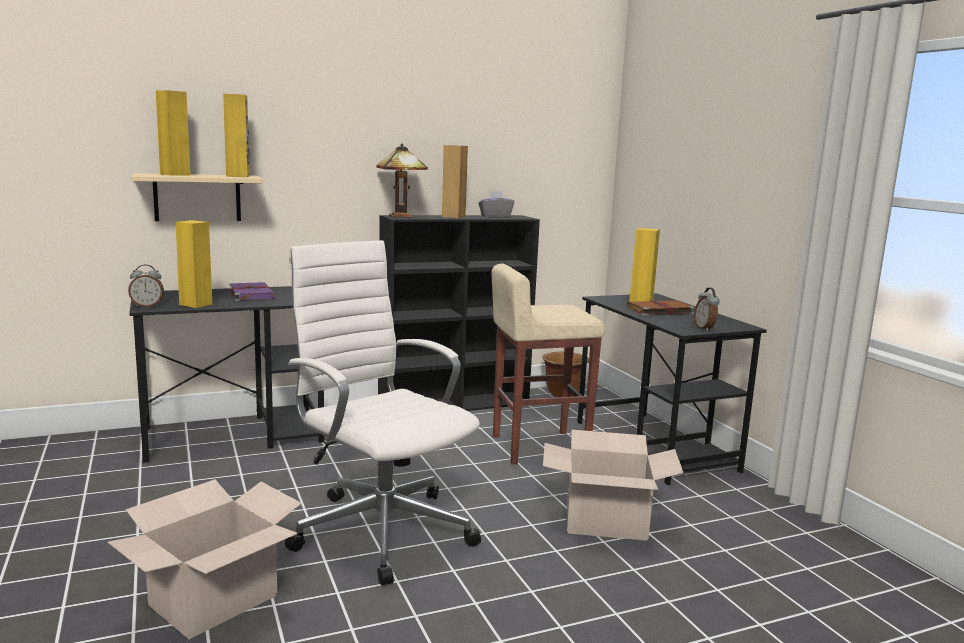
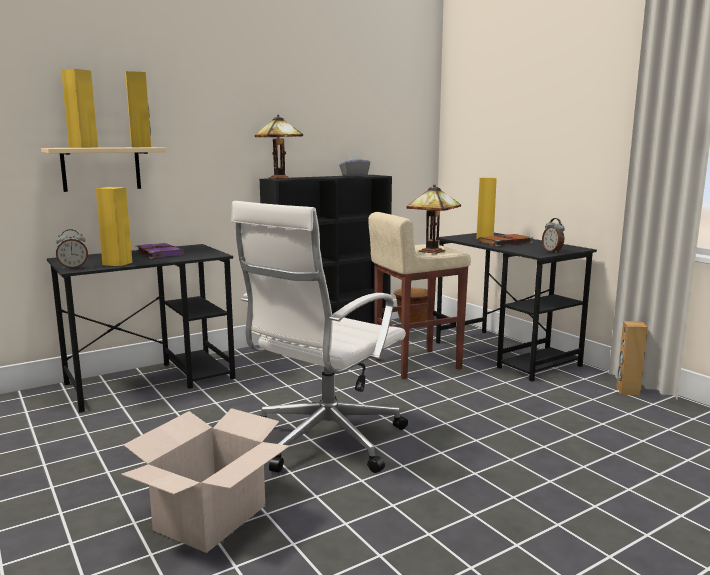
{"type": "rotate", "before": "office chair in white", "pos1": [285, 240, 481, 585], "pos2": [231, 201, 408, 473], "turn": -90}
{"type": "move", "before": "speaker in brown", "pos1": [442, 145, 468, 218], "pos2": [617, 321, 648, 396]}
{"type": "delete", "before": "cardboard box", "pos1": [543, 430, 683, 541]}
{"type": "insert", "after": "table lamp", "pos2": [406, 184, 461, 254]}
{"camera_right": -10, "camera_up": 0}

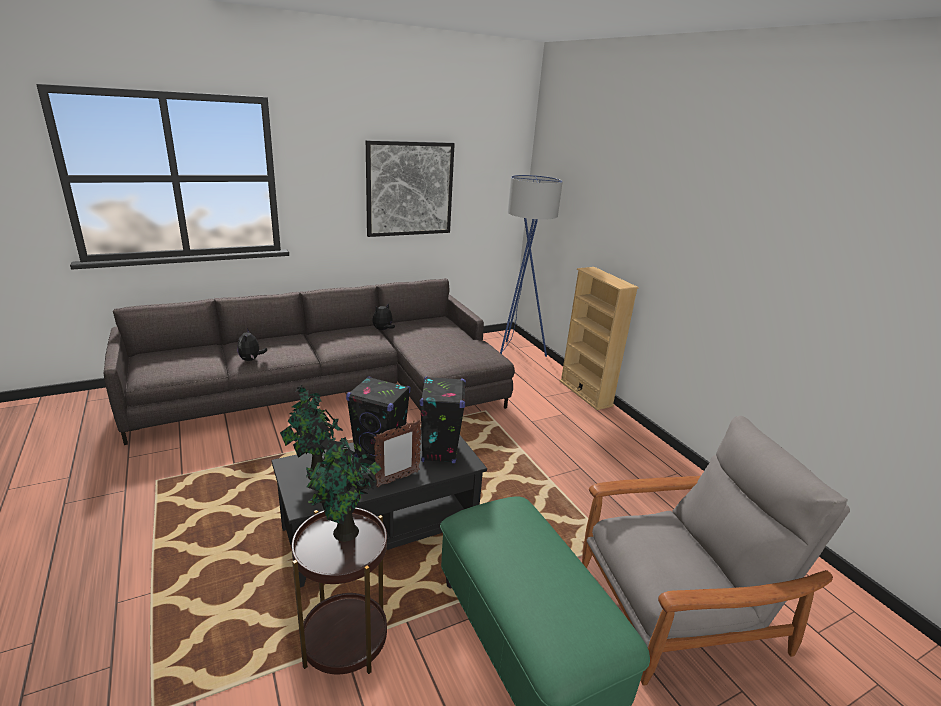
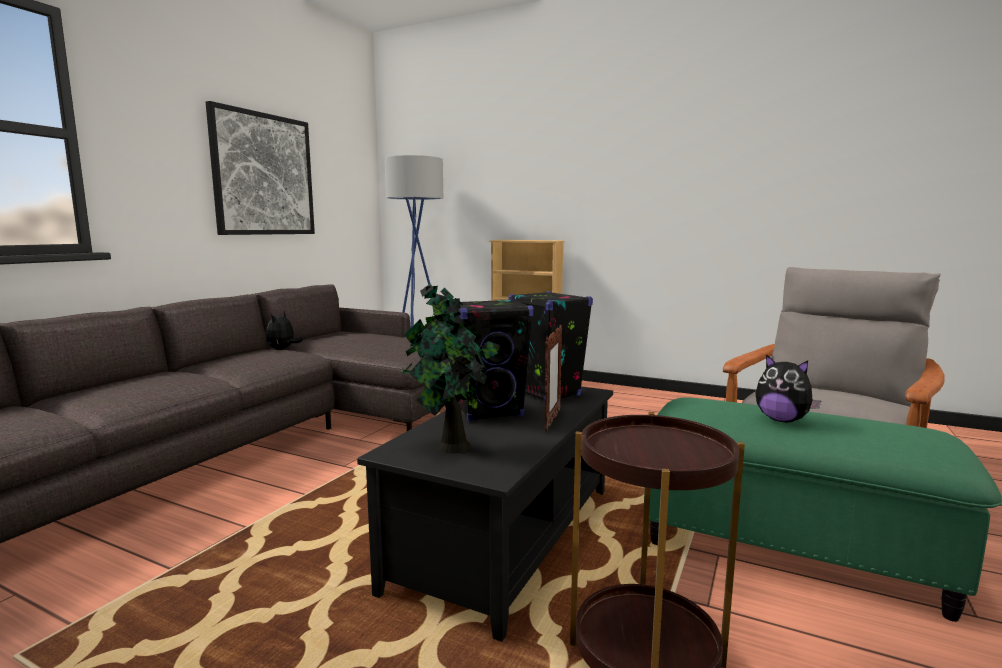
{"type": "move", "before": "plush toy", "pos1": [237, 328, 267, 361], "pos2": [755, 354, 821, 422]}
{"type": "delete", "before": "potted plant", "pos1": [305, 437, 382, 541]}
{"camera_right": -35, "camera_up": -15}

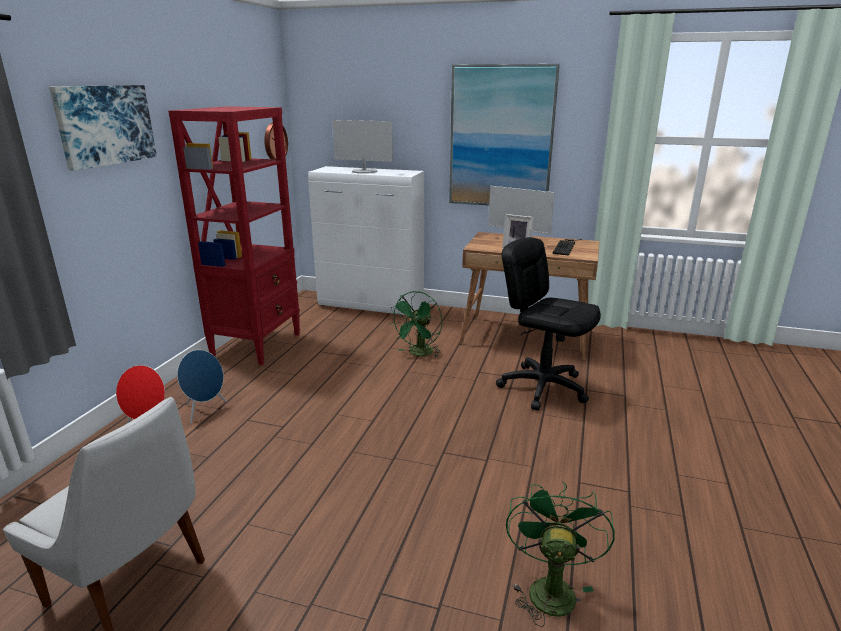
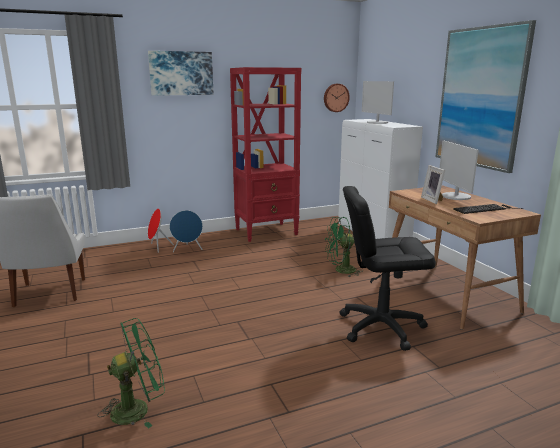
{"type": "rotate", "before": "office chair in black", "pos1": [496, 237, 601, 410], "pos2": [339, 186, 436, 351], "turn": -90}
{"camera_right": 50, "camera_up": -5}

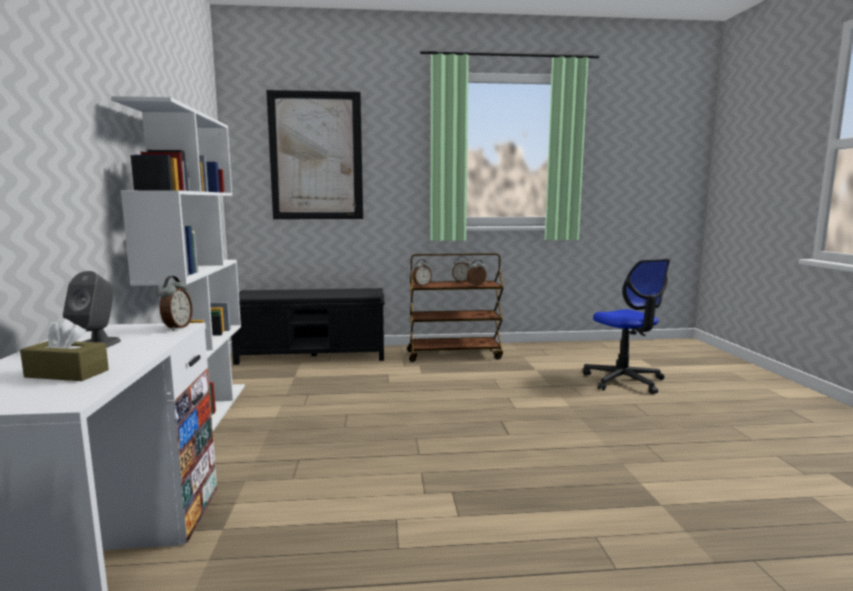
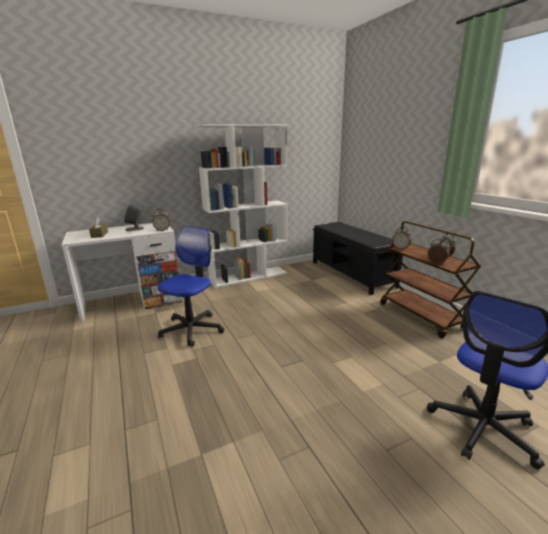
{"type": "delete", "before": "picture", "pos1": [266, 90, 363, 219]}
{"type": "insert", "after": "office chair", "pos2": [158, 226, 225, 347]}
{"camera_right": 70, "camera_up": 10}

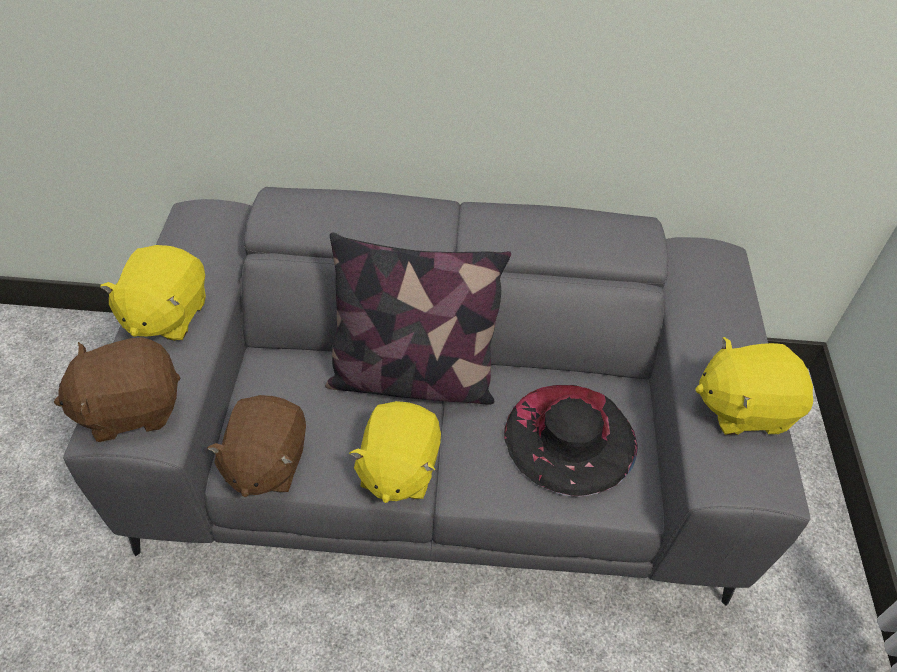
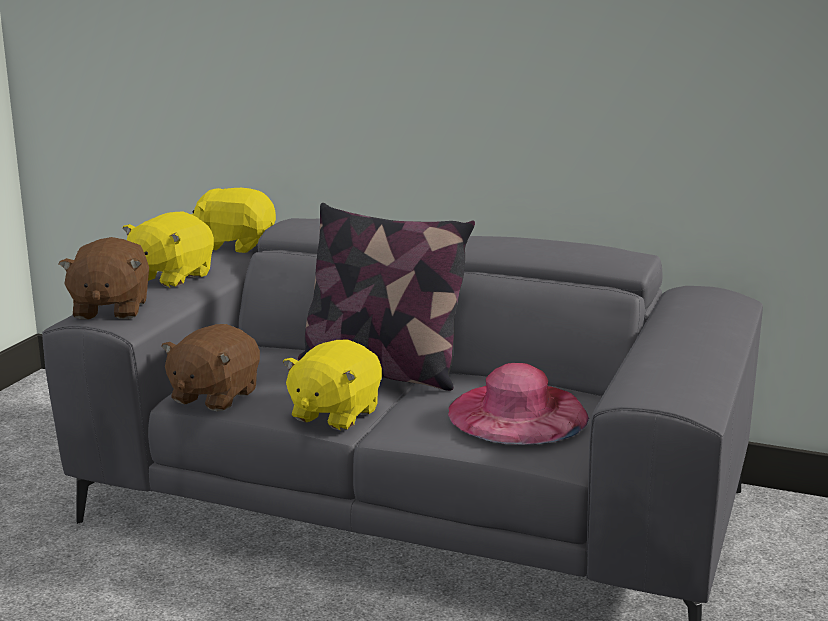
{"type": "rotate", "before": "plush toy in brown", "pos1": [54, 337, 180, 442], "pos2": [58, 237, 149, 320], "turn": -90}
{"type": "recolor", "before": "hat in black", "after": "hat in pink", "pos1": [504, 385, 638, 497], "pos2": [448, 363, 589, 444]}
{"type": "move", "before": "plush toy in yellow", "pos1": [695, 337, 813, 435], "pos2": [192, 188, 276, 253]}
{"camera_right": 20, "camera_up": -30}

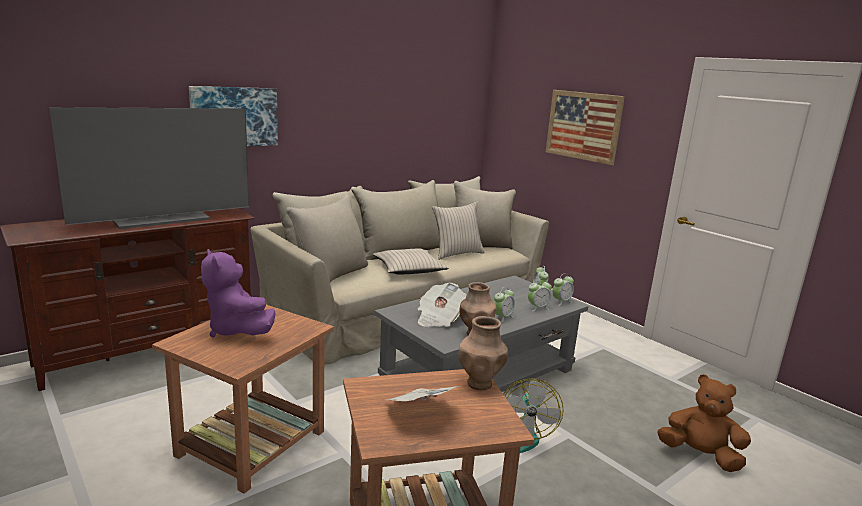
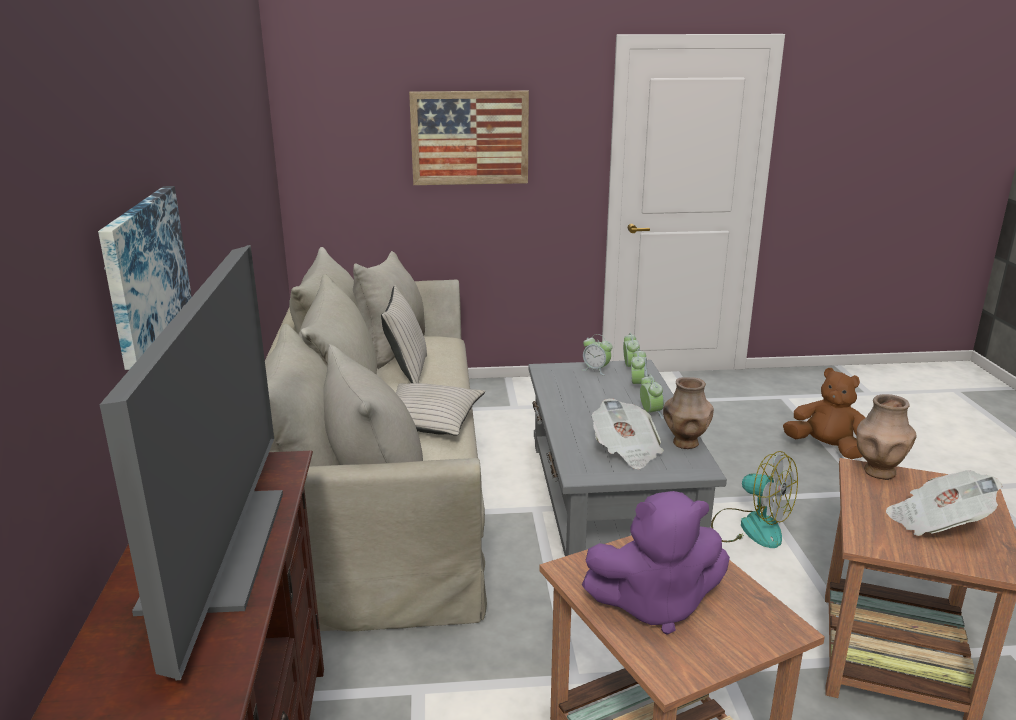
{"type": "rotate", "before": "plush toy in brown", "pos1": [657, 375, 751, 472], "pos2": [783, 368, 866, 459], "turn": 60}
{"camera_right": -55, "camera_up": 5}

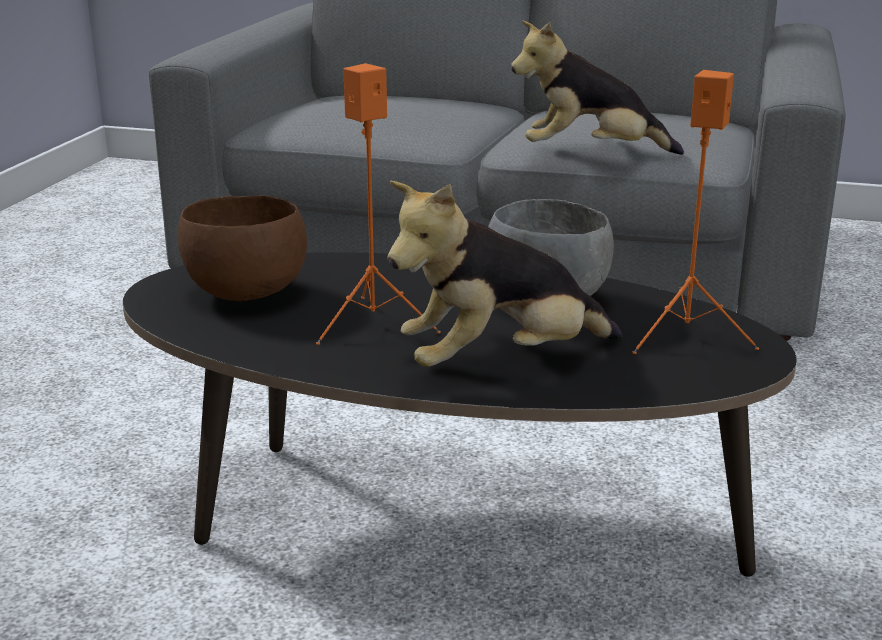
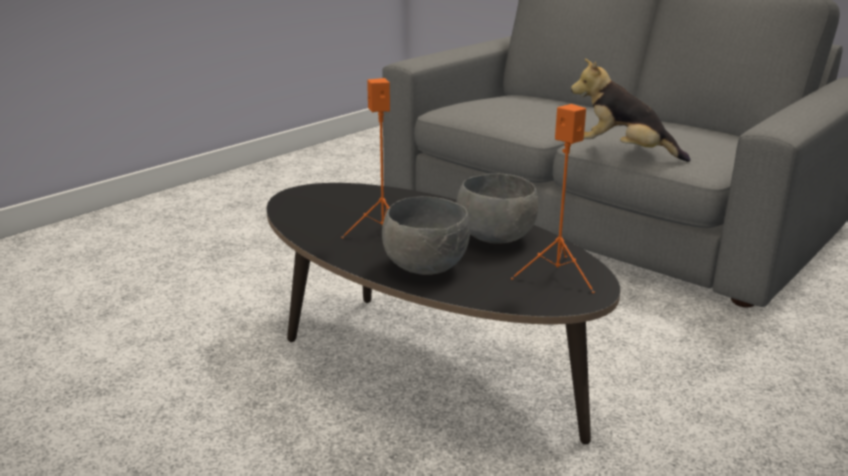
{"type": "delete", "before": "bowl in brown", "pos1": [178, 195, 307, 301]}
{"type": "replace", "before": "plush toy", "after": "bowl in grey", "pos1": [387, 181, 622, 367], "pos2": [382, 196, 471, 275]}
{"camera_right": 25, "camera_up": 0}

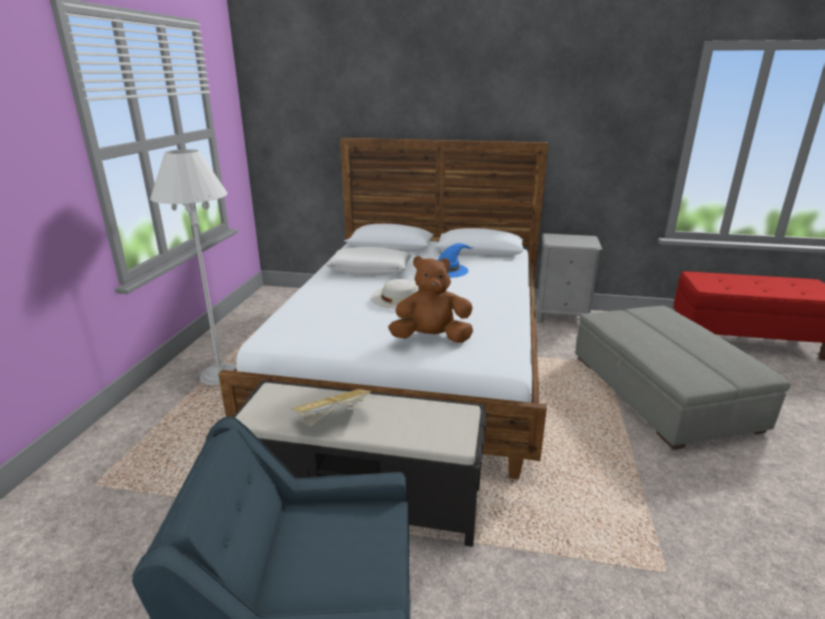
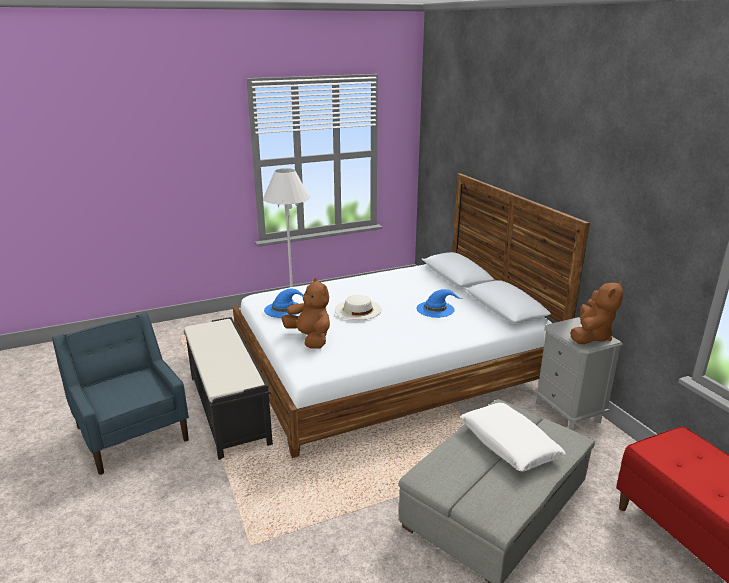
{"type": "delete", "before": "book", "pos1": [291, 389, 372, 426]}
{"type": "move", "before": "pillow in white", "pos1": [326, 247, 411, 275], "pos2": [460, 403, 566, 472]}
{"type": "insert", "after": "hat in blue", "pos2": [264, 289, 304, 318]}
{"type": "insert", "after": "plush toy in brown", "pos2": [570, 281, 623, 344]}
{"camera_right": 55, "camera_up": 0}

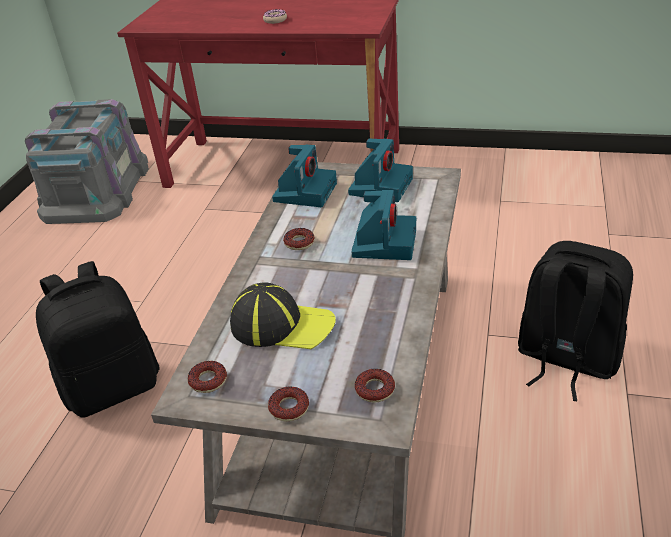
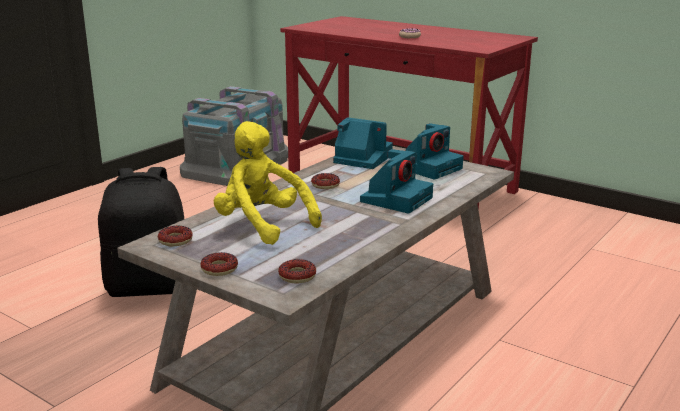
{"type": "replace", "before": "cap", "after": "plush toy in yellow", "pos1": [230, 282, 336, 349], "pos2": [214, 121, 322, 245]}
{"type": "rotate", "before": "photo camera", "pos1": [272, 145, 337, 207], "pos2": [333, 118, 393, 169], "turn": -105}
{"type": "delete", "before": "backpack in black", "pos1": [518, 241, 633, 401]}
{"camera_right": 20, "camera_up": -15}

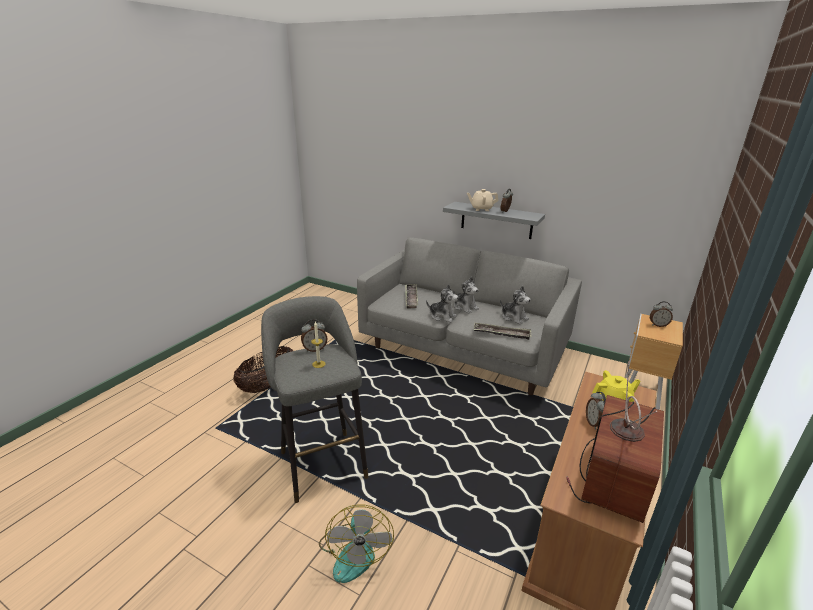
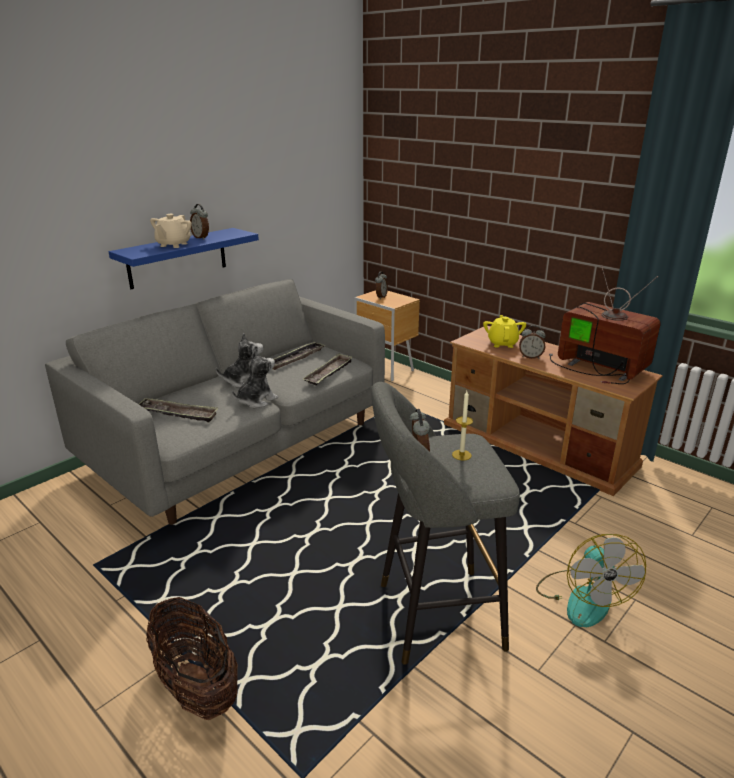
{"type": "rotate", "before": "fan", "pos1": [319, 505, 394, 583], "pos2": [536, 534, 646, 627], "turn": 75}
{"type": "recolor", "before": "shelf in grey", "after": "shelf in blue", "pos1": [443, 202, 545, 239], "pos2": [108, 228, 259, 289]}
{"type": "replace", "before": "plush toy", "after": "tray", "pos1": [500, 286, 531, 324], "pos2": [272, 342, 325, 370]}
{"camera_right": -75, "camera_up": 0}

